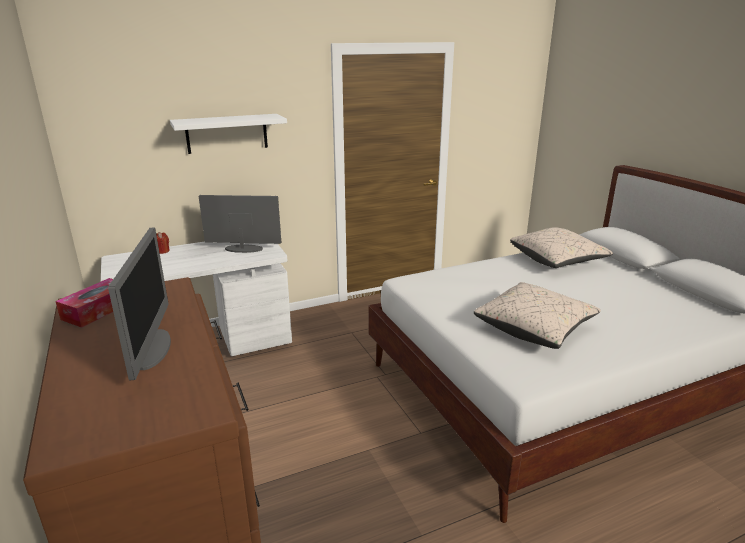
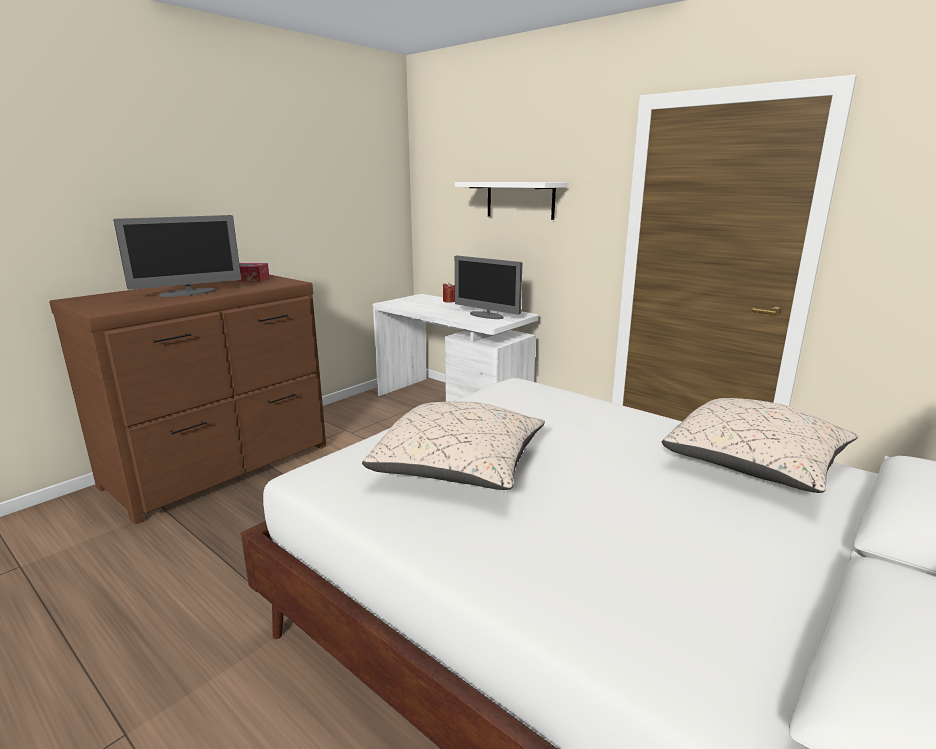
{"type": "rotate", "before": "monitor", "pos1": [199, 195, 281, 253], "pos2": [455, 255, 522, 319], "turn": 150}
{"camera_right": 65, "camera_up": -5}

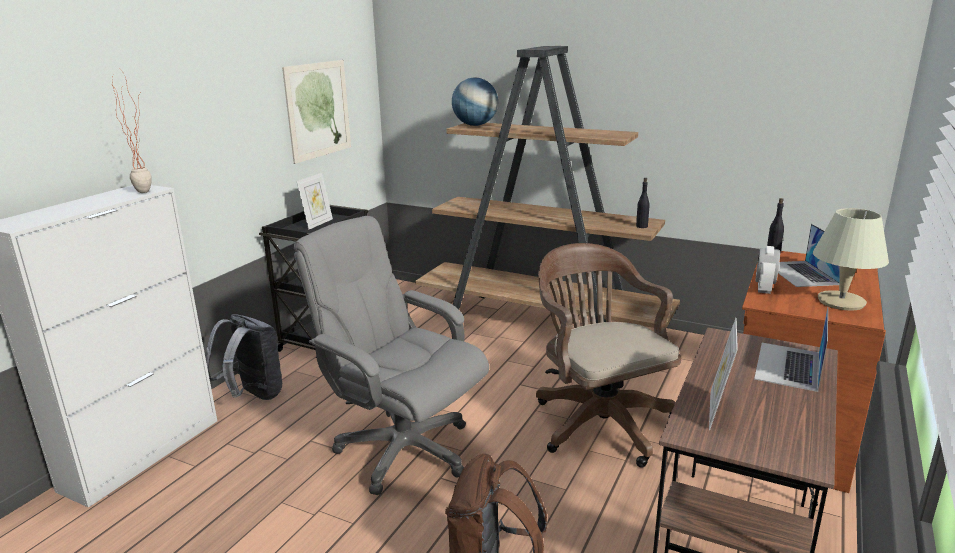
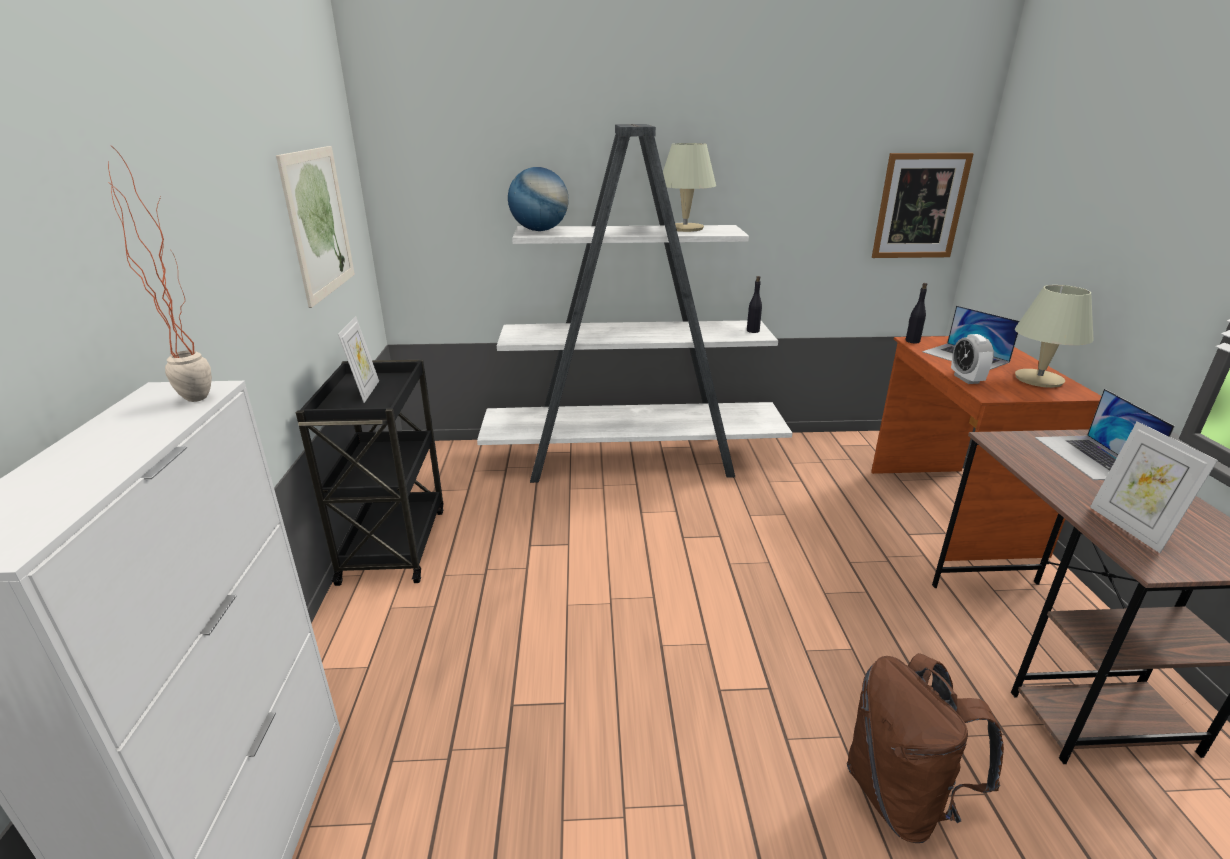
{"type": "delete", "before": "backpack in grey", "pos1": [205, 314, 282, 400]}
{"type": "delete", "before": "office chair in grey", "pos1": [294, 216, 489, 495]}
{"type": "recolor", "before": "bookcase in brown", "after": "bookcase in white", "pos1": [415, 46, 680, 328], "pos2": [477, 124, 793, 483]}
{"type": "delete", "before": "office chair in brown", "pos1": [536, 243, 681, 468]}
{"type": "insert", "after": "table lamp in beige", "pos2": [663, 143, 716, 232]}
{"type": "insert", "after": "picture", "pos2": [872, 153, 974, 258]}
{"camera_right": -30, "camera_up": 5}

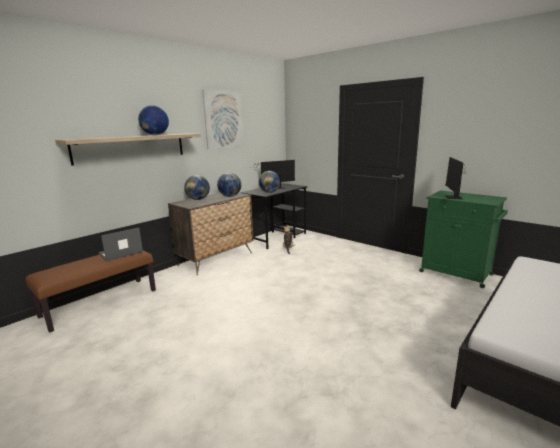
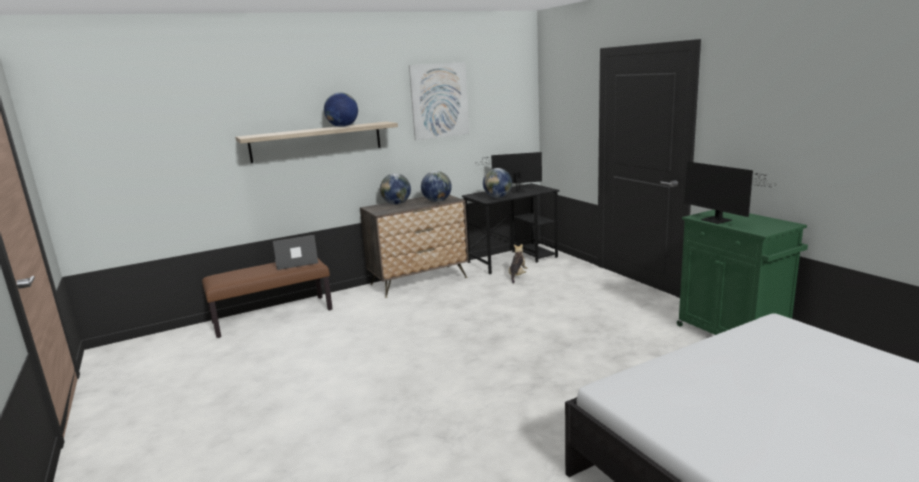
{"type": "rotate", "before": "monitor", "pos1": [445, 157, 466, 199], "pos2": [684, 162, 777, 224], "turn": -60}
{"camera_right": 20, "camera_up": 0}

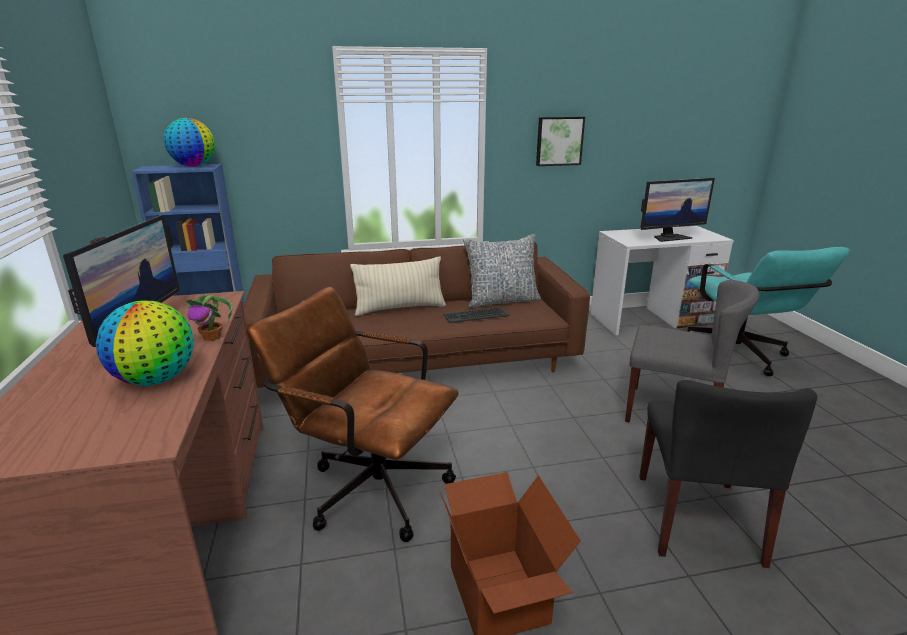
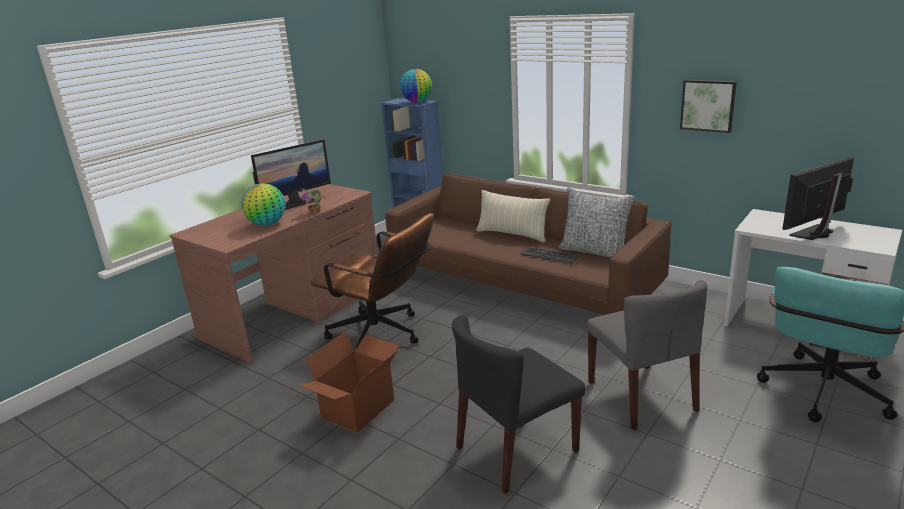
{"type": "rotate", "before": "office chair in brown", "pos1": [246, 286, 459, 542], "pos2": [311, 213, 434, 348], "turn": 135}
{"type": "rotate", "before": "monitor", "pos1": [640, 178, 715, 242], "pos2": [782, 156, 854, 240], "turn": 120}
{"camera_right": 50, "camera_up": 0}

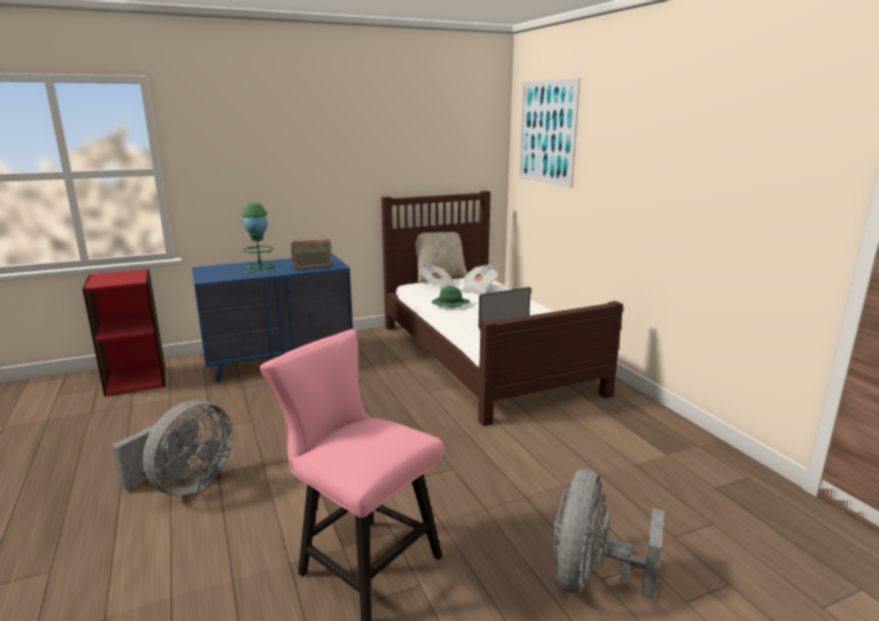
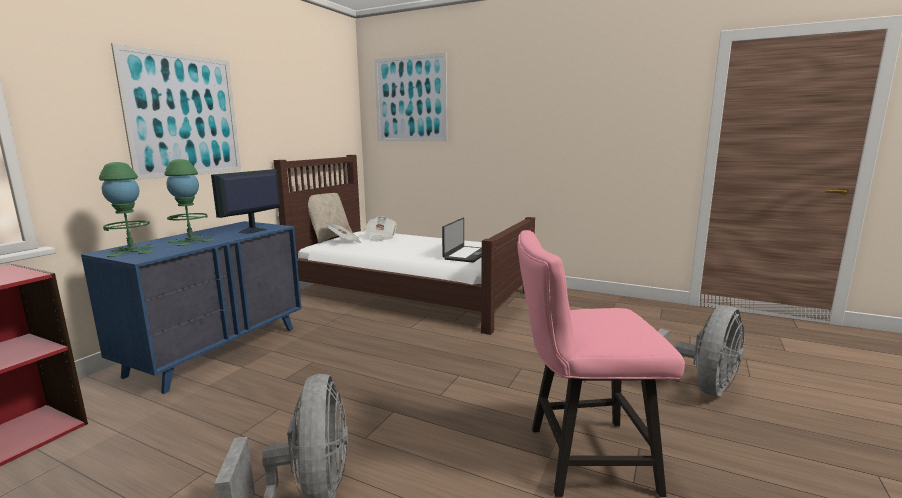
{"type": "replace", "before": "radio", "after": "monitor", "pos1": [291, 235, 332, 269], "pos2": [211, 169, 280, 234]}
{"type": "delete", "before": "hat in green", "pos1": [432, 286, 470, 309]}
{"type": "rotate", "before": "fan in grey", "pos1": [553, 469, 664, 600], "pos2": [655, 305, 745, 396], "turn": -120}
{"type": "insert", "after": "table lamp in green", "pos2": [99, 162, 154, 257]}
{"type": "insert", "after": "picture", "pos2": [111, 43, 241, 180]}
{"camera_right": -40, "camera_up": -5}

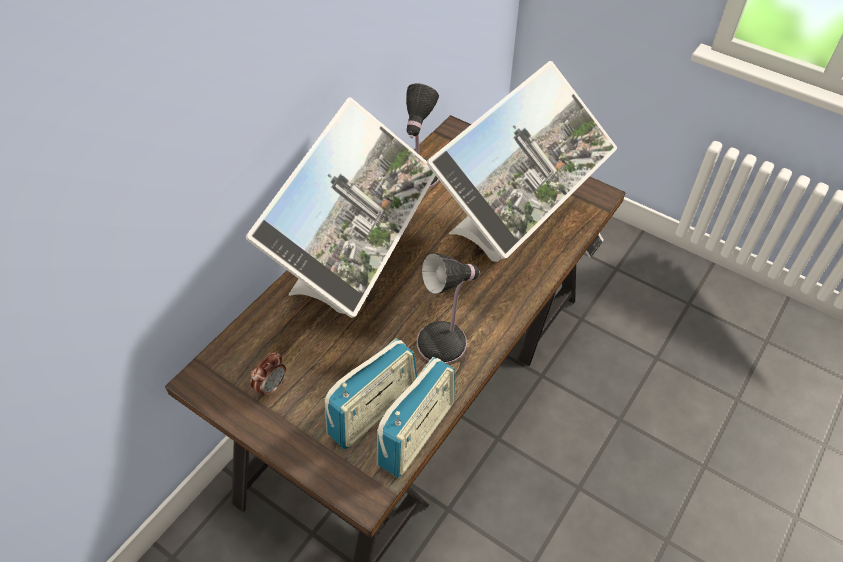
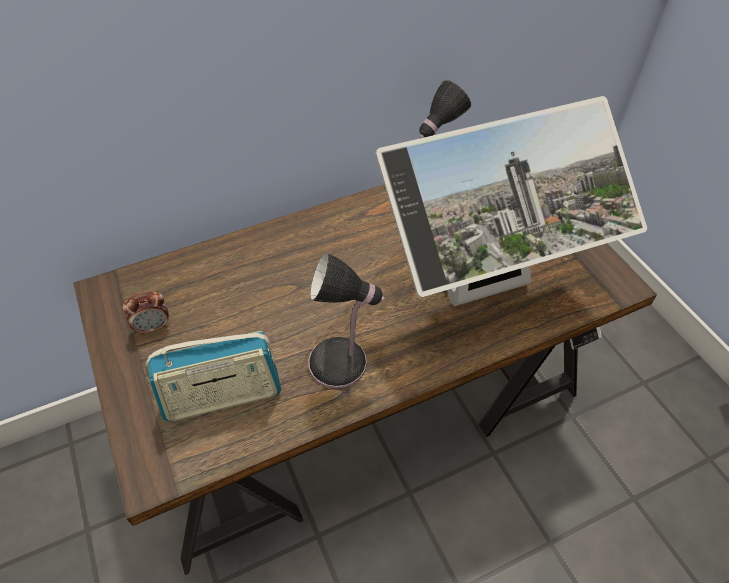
{"type": "delete", "before": "monitor", "pos1": [246, 97, 436, 318]}
{"type": "delete", "before": "radio", "pos1": [377, 357, 455, 478]}
{"camera_right": 30, "camera_up": 0}

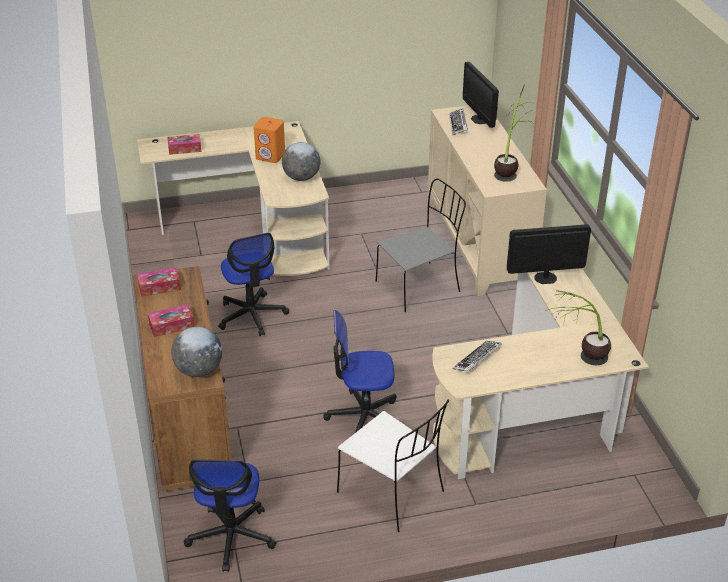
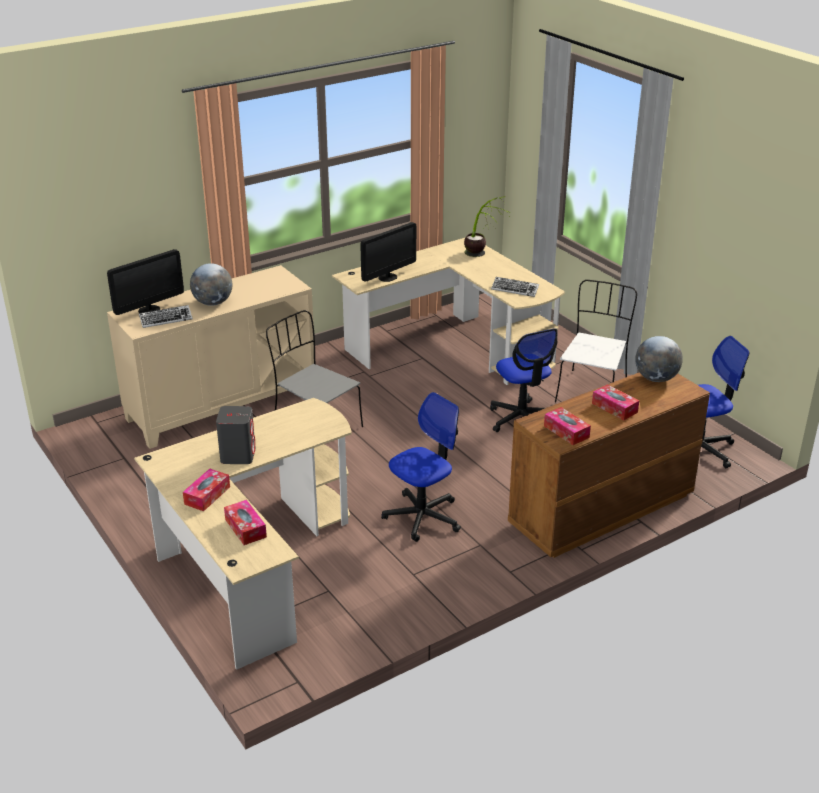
{"type": "recolor", "before": "speaker in orange", "after": "speaker in grey", "pos1": [254, 117, 285, 163], "pos2": [216, 406, 256, 464]}
{"type": "move", "before": "globe", "pos1": [282, 142, 320, 181], "pos2": [190, 263, 232, 306]}
{"type": "delete", "before": "potted plant", "pos1": [494, 84, 534, 182]}
{"type": "rotate", "before": "monitor", "pos1": [507, 224, 591, 284], "pos2": [360, 222, 416, 282], "turn": -105}
{"type": "insert", "after": "tissue box", "pos2": [183, 469, 230, 511]}
{"camera_right": -110, "camera_up": -5}

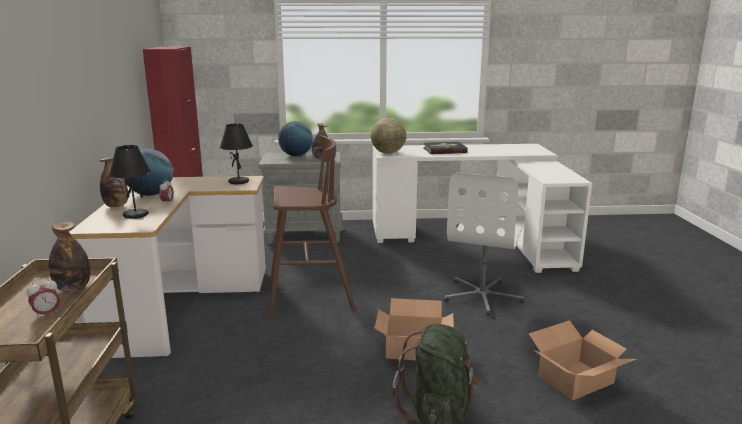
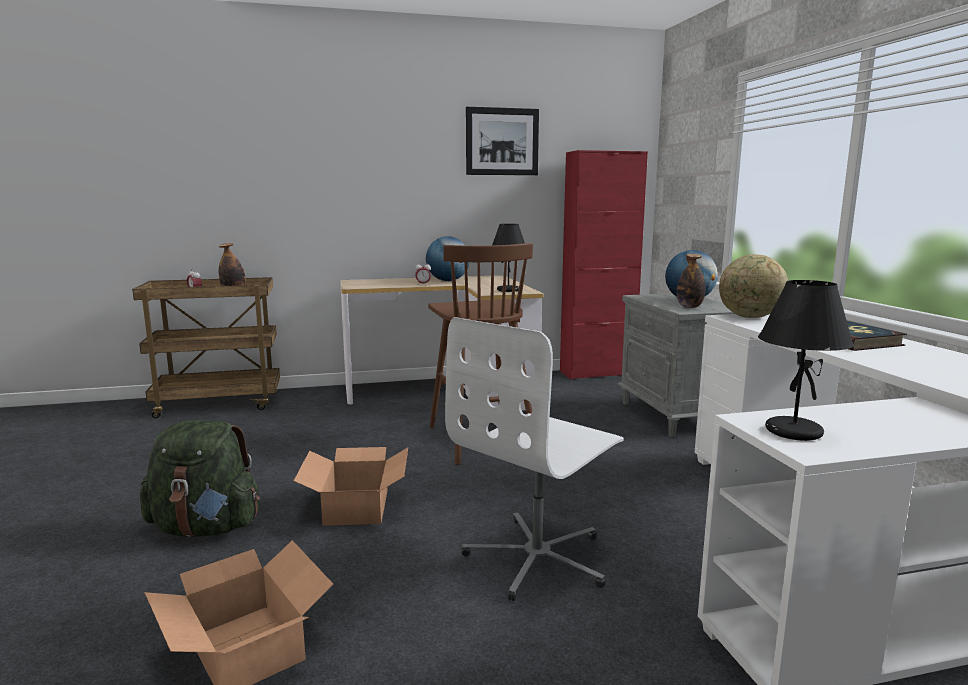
{"type": "delete", "before": "bottle", "pos1": [99, 157, 128, 207]}
{"type": "move", "before": "table lamp in black", "pos1": [109, 145, 151, 219], "pos2": [758, 280, 854, 441]}
{"type": "rotate", "before": "office chair in white", "pos1": [444, 173, 524, 316], "pos2": [445, 317, 624, 601], "turn": -60}
{"type": "insert", "after": "picture", "pos2": [466, 107, 539, 175]}
{"camera_right": 80, "camera_up": -5}

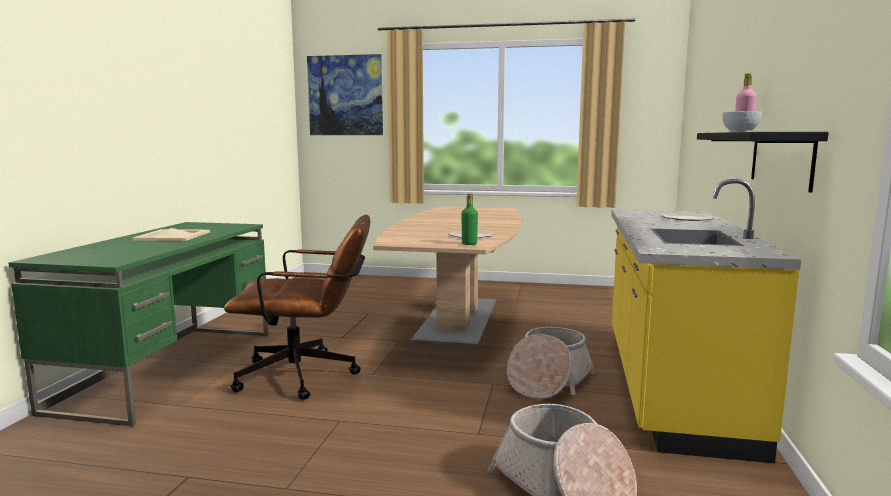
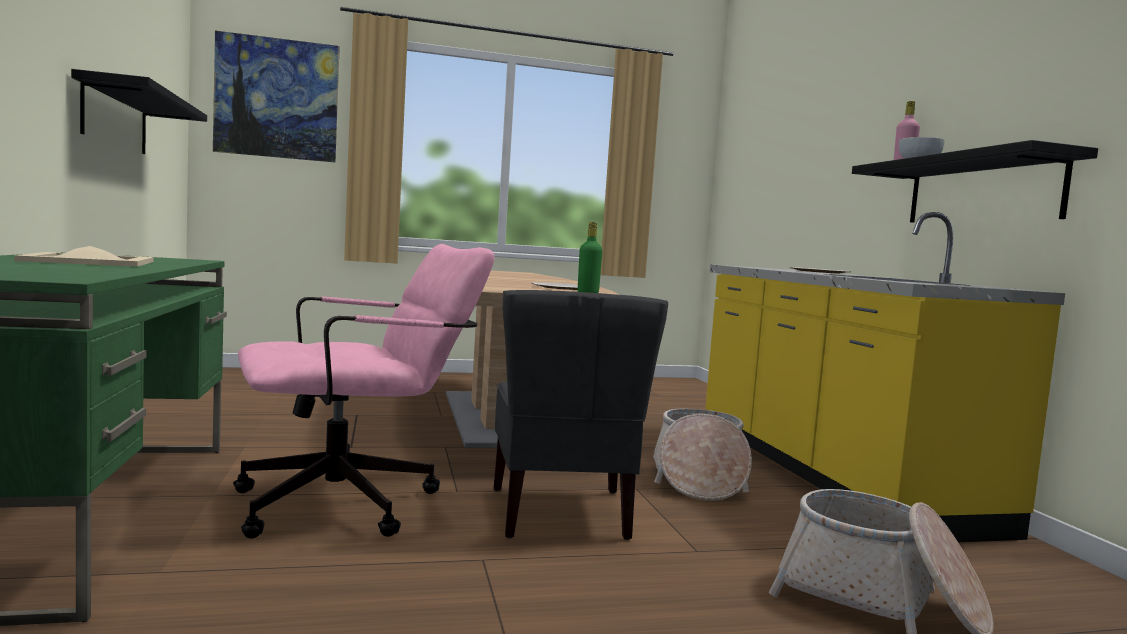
{"type": "recolor", "before": "office chair in brown", "after": "office chair in pink", "pos1": [224, 215, 370, 400], "pos2": [233, 244, 494, 539]}
{"type": "insert", "after": "shelf in black", "pos2": [71, 69, 207, 154]}
{"type": "insert", "after": "chair in grey", "pos2": [494, 290, 668, 540]}
{"camera_right": -25, "camera_up": -5}

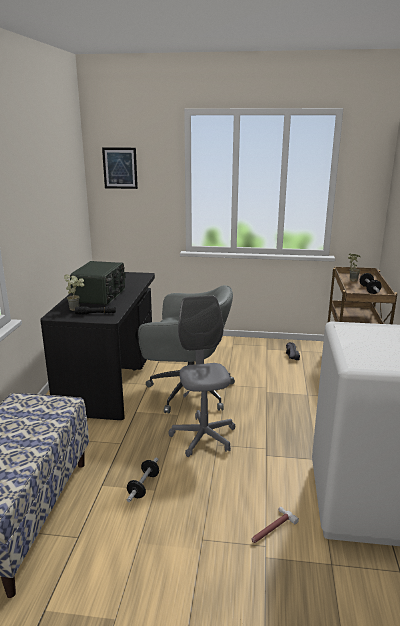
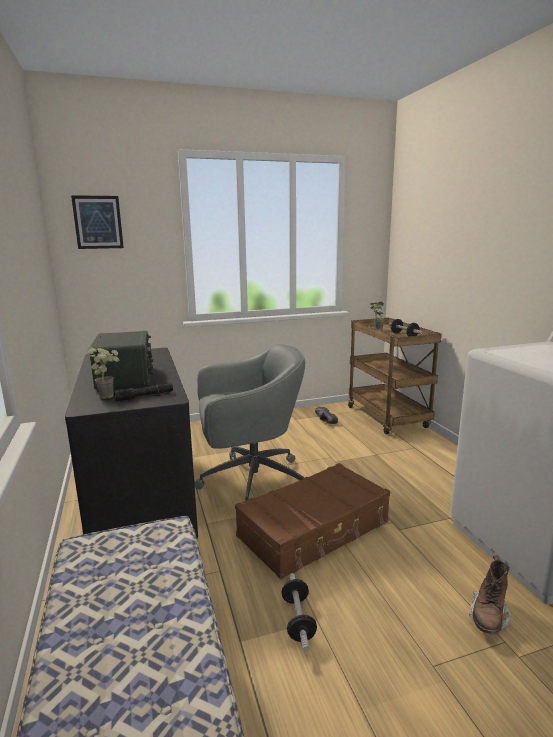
{"type": "replace", "before": "office chair in grey", "after": "suitcase in brown", "pos1": [168, 295, 235, 457], "pos2": [235, 463, 390, 579]}
{"type": "replace", "before": "hammer", "after": "boot in brown", "pos1": [251, 507, 299, 543], "pos2": [469, 556, 511, 635]}
{"camera_right": -25, "camera_up": -5}

